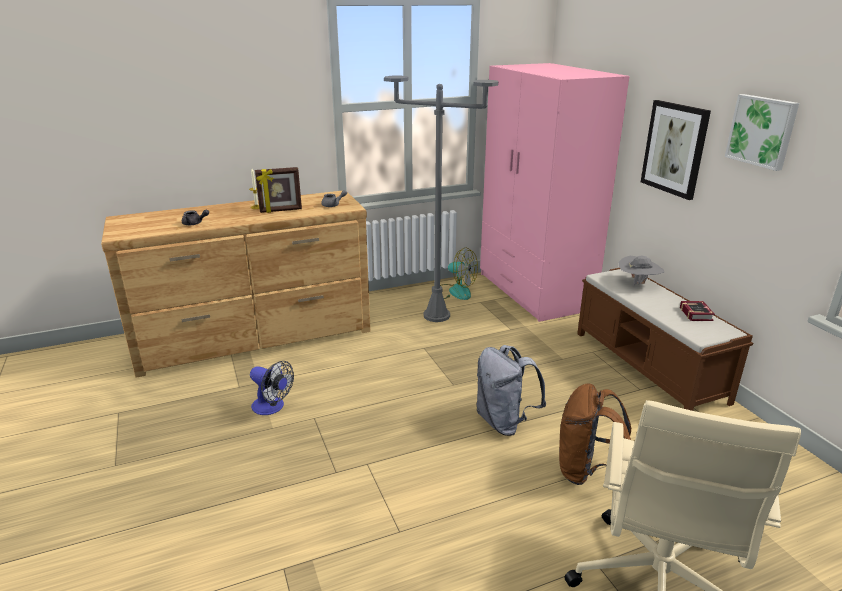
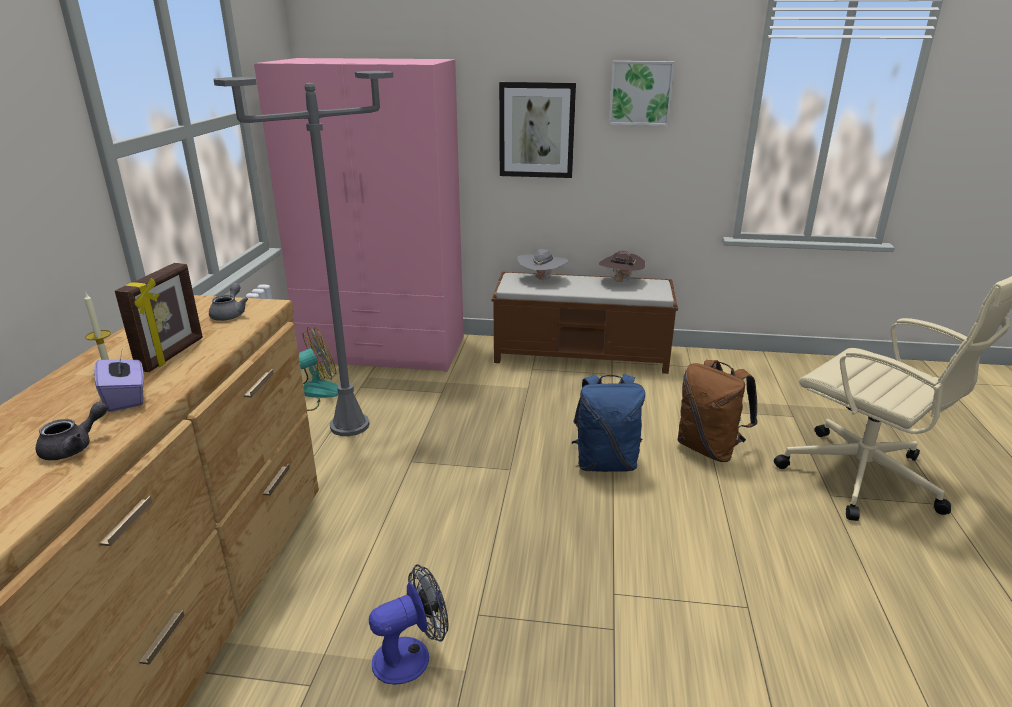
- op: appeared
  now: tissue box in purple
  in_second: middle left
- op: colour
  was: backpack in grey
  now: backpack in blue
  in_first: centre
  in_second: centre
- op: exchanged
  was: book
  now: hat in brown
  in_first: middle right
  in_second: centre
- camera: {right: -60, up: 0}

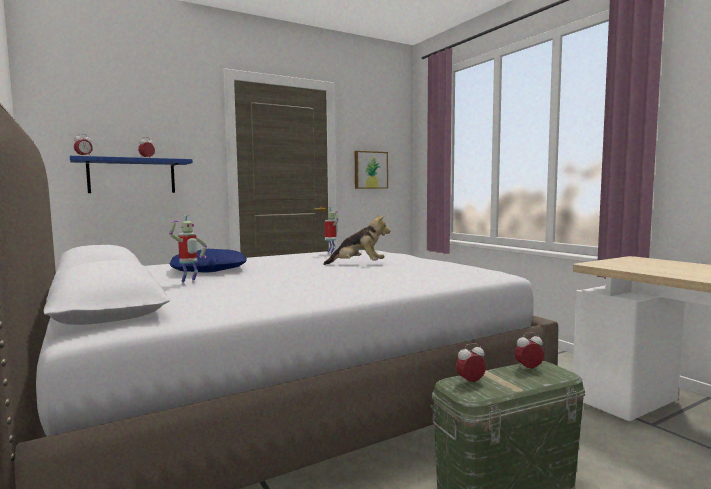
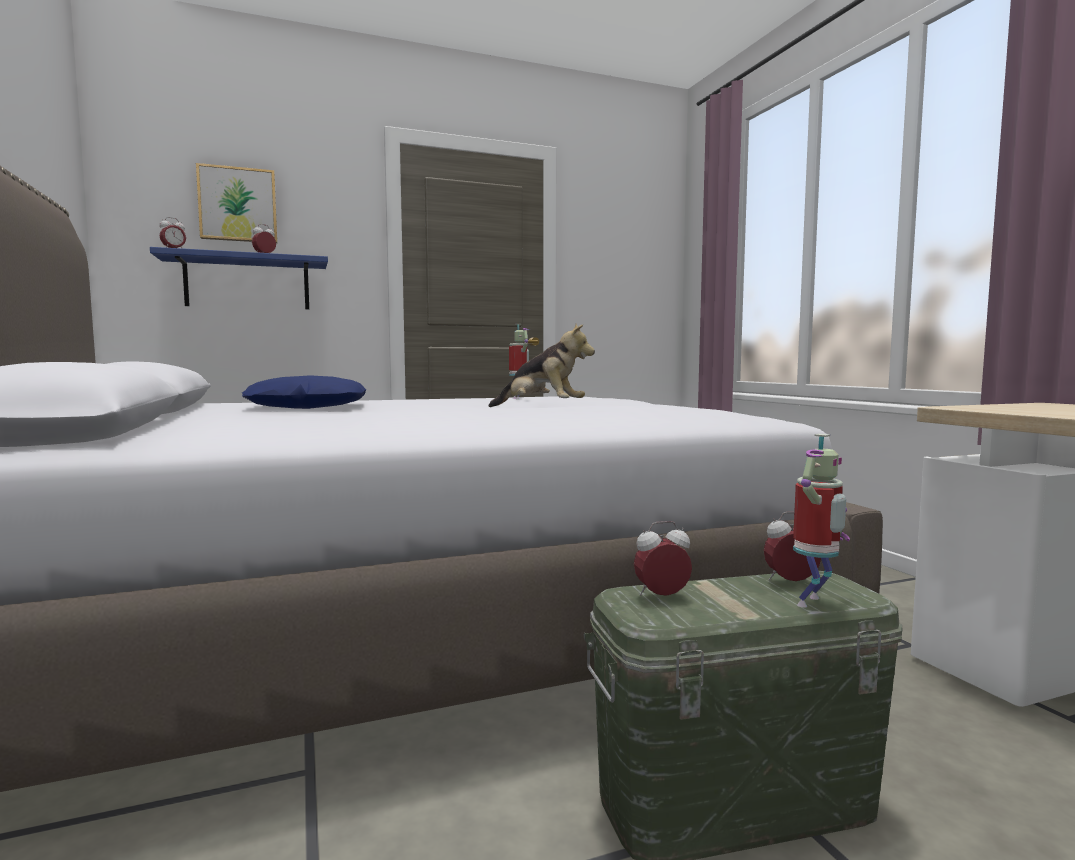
- op: relocated
  was: picture
  in_first: centre
  in_second: top left
- op: relocated
  was: toy robot (no. 1 from left in the first image)
  now: toy robot (no. 2 from left)
  in_first: middle left
  in_second: middle right
- camera: {right: 10, up: 0}

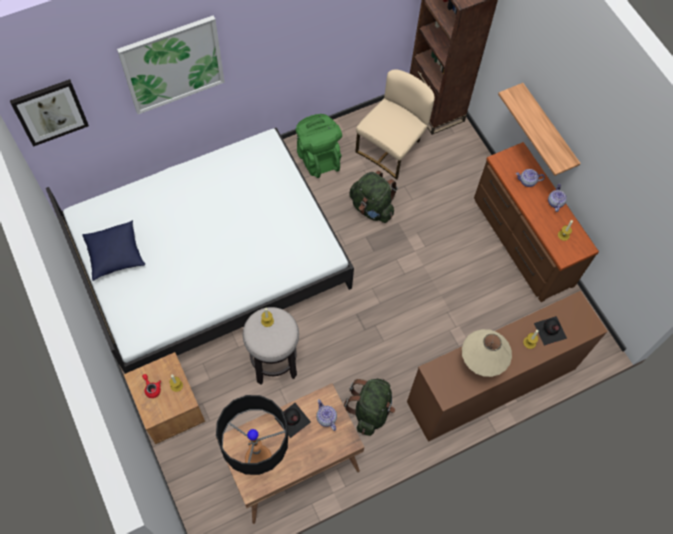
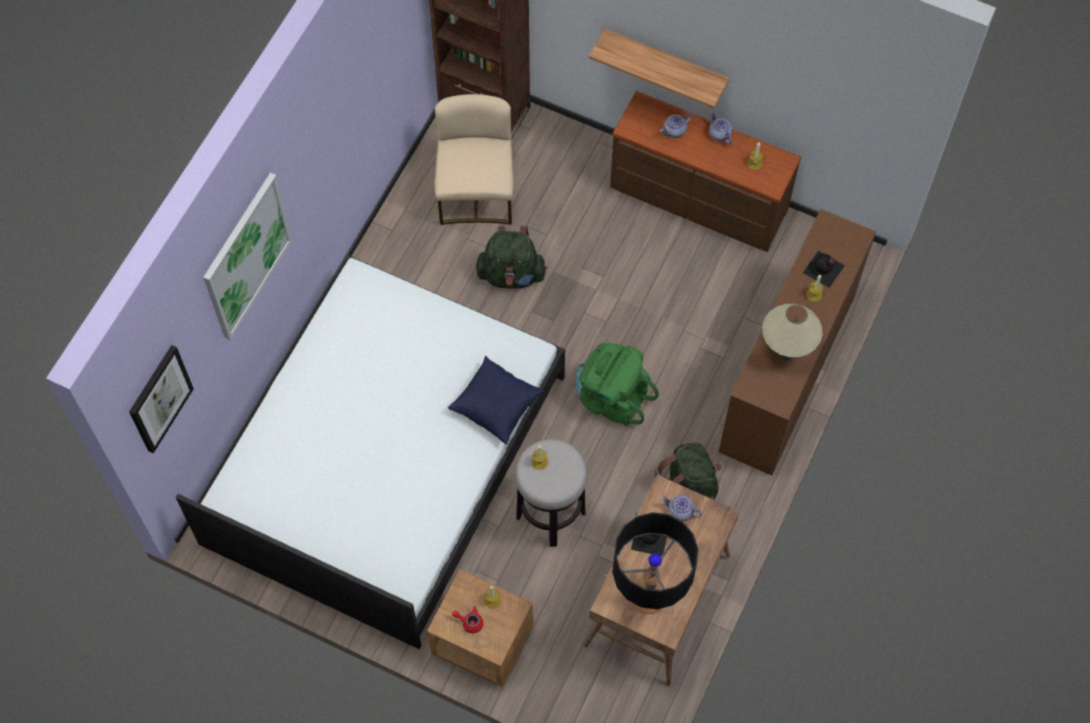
- op: relocated
  was: pillow in blue
  in_first: middle left
  in_second: centre
- op: relocated
  was: backpack in green (no. 1 from left in the first image)
  now: backpack in green (no. 2 from left)
  in_first: top centre
  in_second: centre
- camera: {right: -35, up: 0}

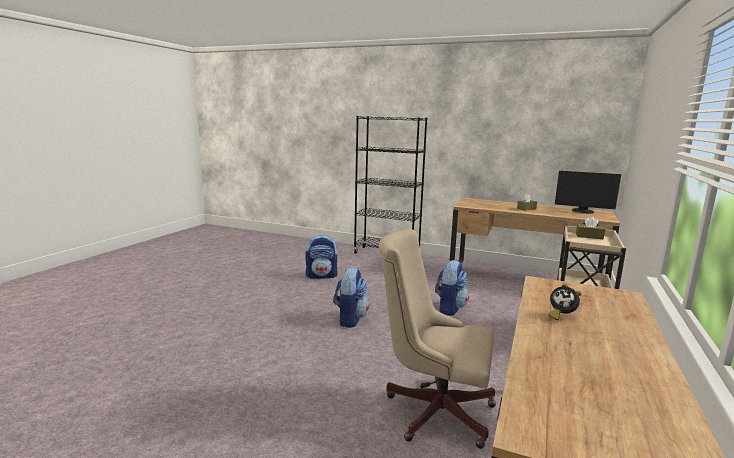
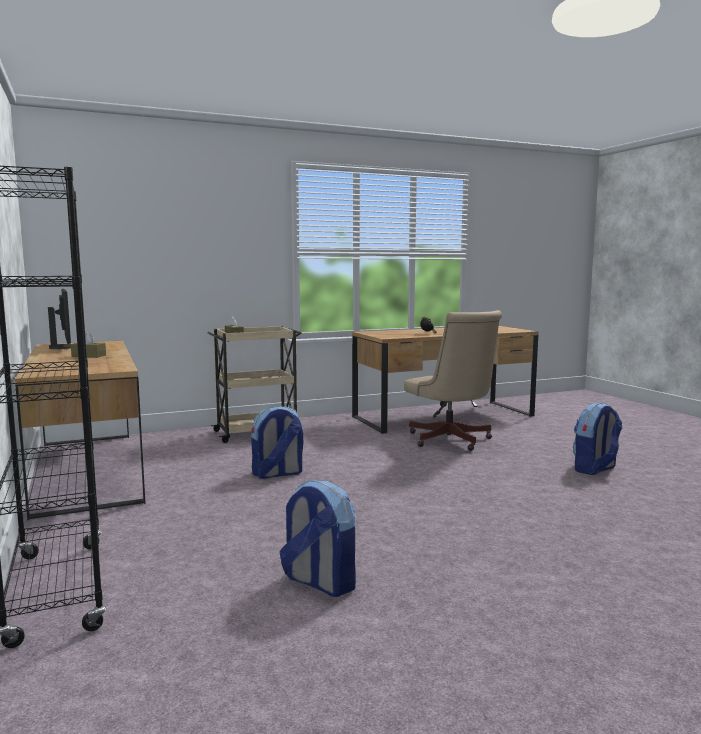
- op: relocated
  was: backpack (no. 2 from left in the first image)
  now: backpack (no. 3 from left)
  in_first: centre
  in_second: middle right
- camera: {right: -135, up: -5}

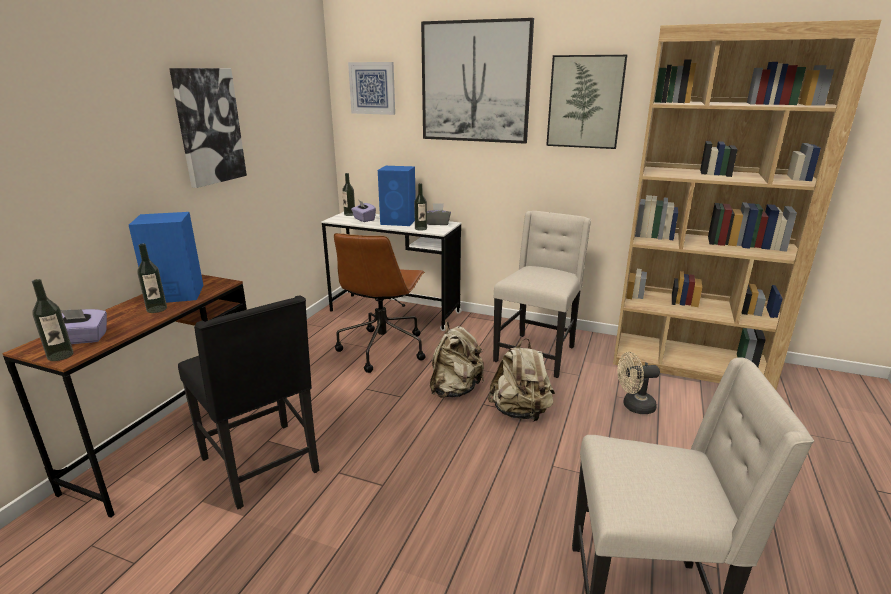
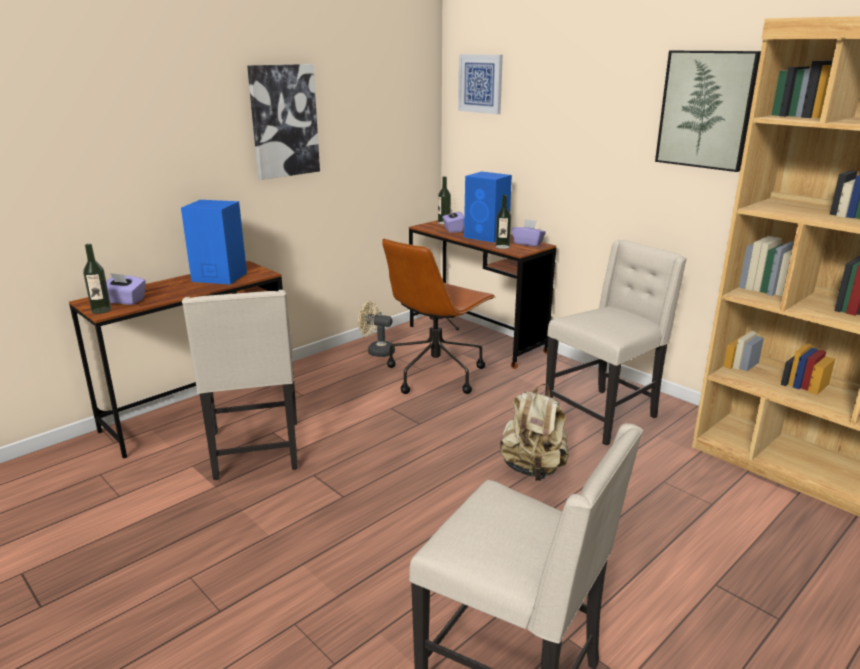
- op: colour
  was: chair in black
  now: chair in beige (no. 1 from left)
  in_first: bottom left
  in_second: middle left
- op: relocated
  was: fan in beige
  in_first: middle right
  in_second: centre
- op: colour
  was: desk in white
  now: desk in brown (no. 2 from left)
  in_first: centre
  in_second: centre
- op: colour
  was: tissue box in grey
  now: tissue box in purple (no. 3 from left)
  in_first: centre
  in_second: centre
- op: missing
  was: bottle (no. 2 from left)
  in_first: middle left
- op: missing
  was: picture (no. 3 from left)
  in_first: top centre
- op: missing
  was: backpack in beige (no. 1 from left)
  in_first: centre
- camera: {right: 25, up: 0}

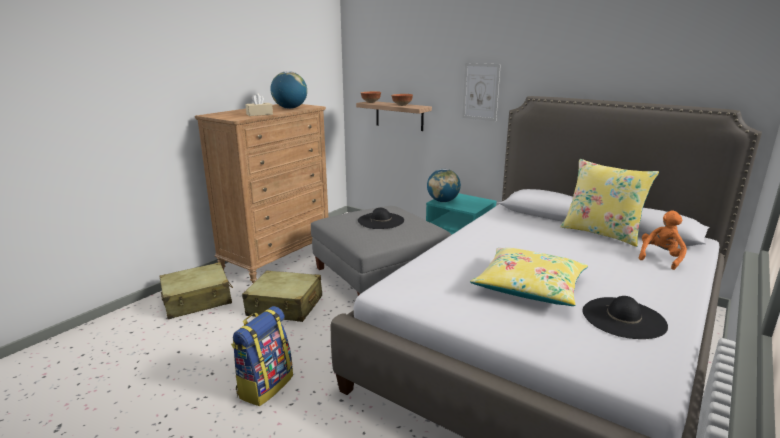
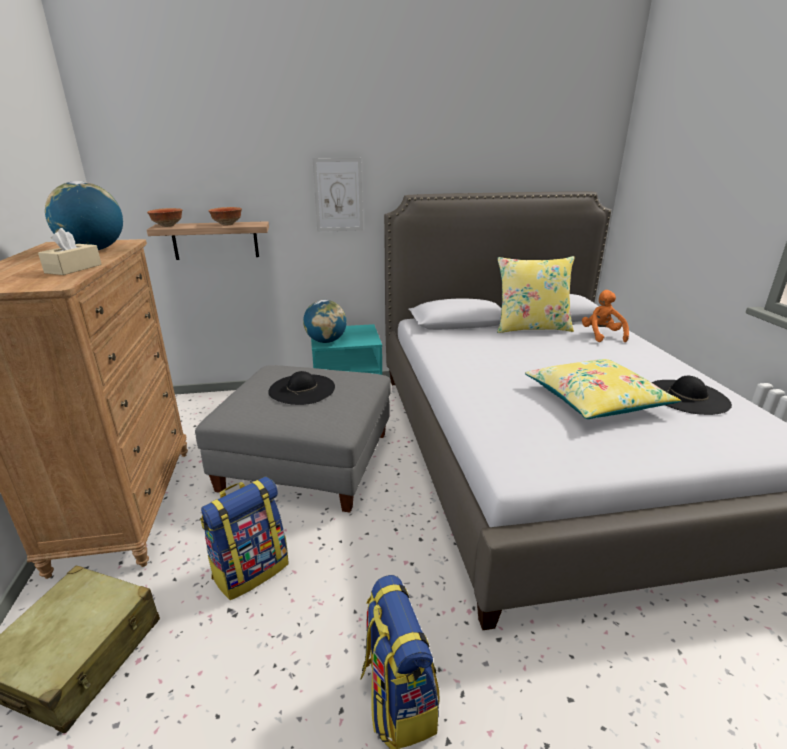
- op: exchanged
  was: suitcase in beige (no. 2 from left)
  now: backpack (no. 1 from left)
  in_first: bottom centre
  in_second: bottom left
- camera: {right: -45, up: 5}

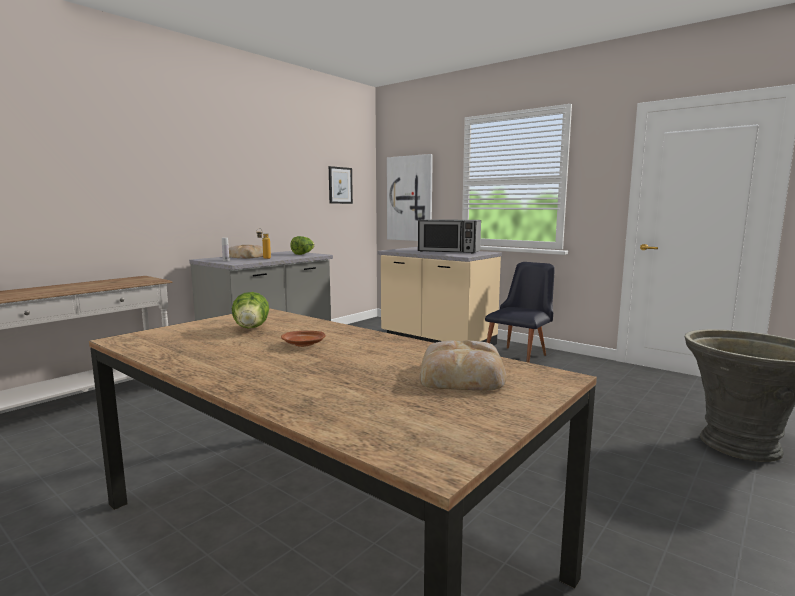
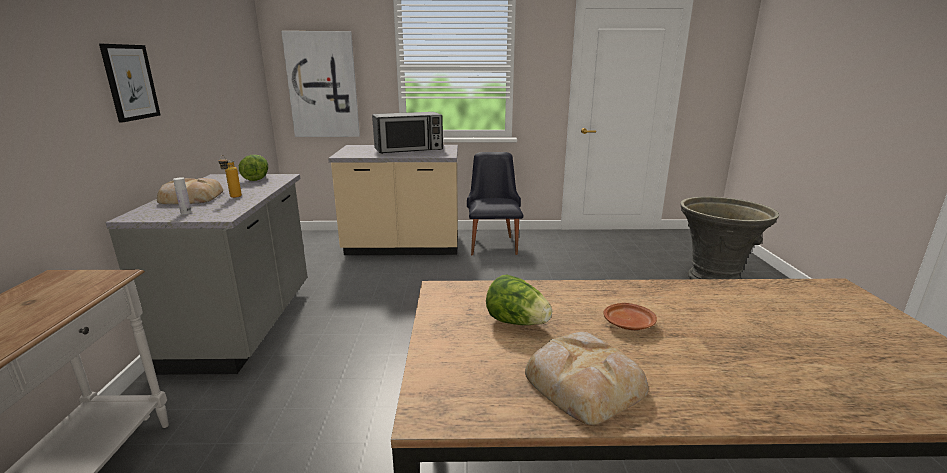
- op: relocated
  was: picture (no. 1 from left)
  in_first: top centre
  in_second: top left
- op: relocated
  was: bread (no. 2 from left)
  in_first: centre
  in_second: bottom centre
- camera: {right: -40, up: 10}

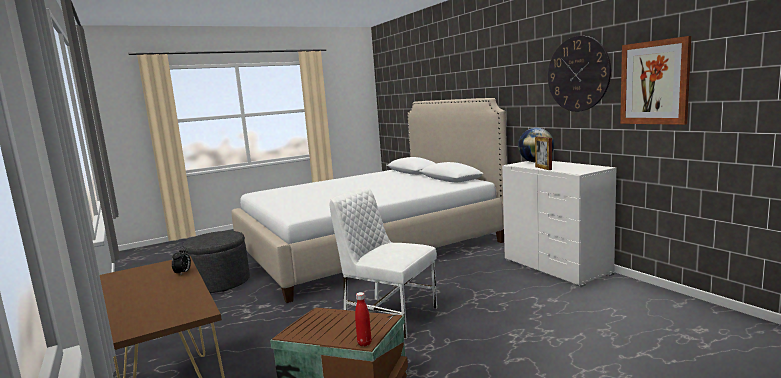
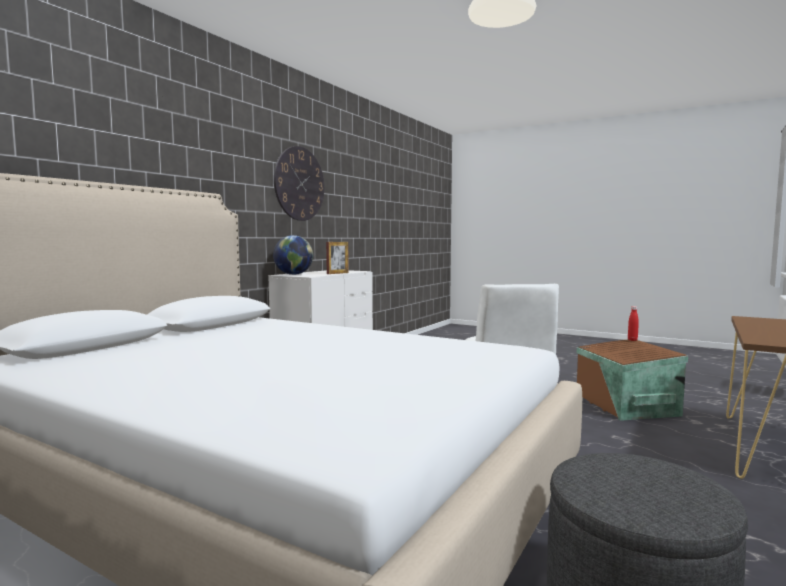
- op: missing
  was: alarm clock
  in_first: bottom left
- op: missing
  was: picture
  in_first: top right
- camera: {right: -120, up: -5}

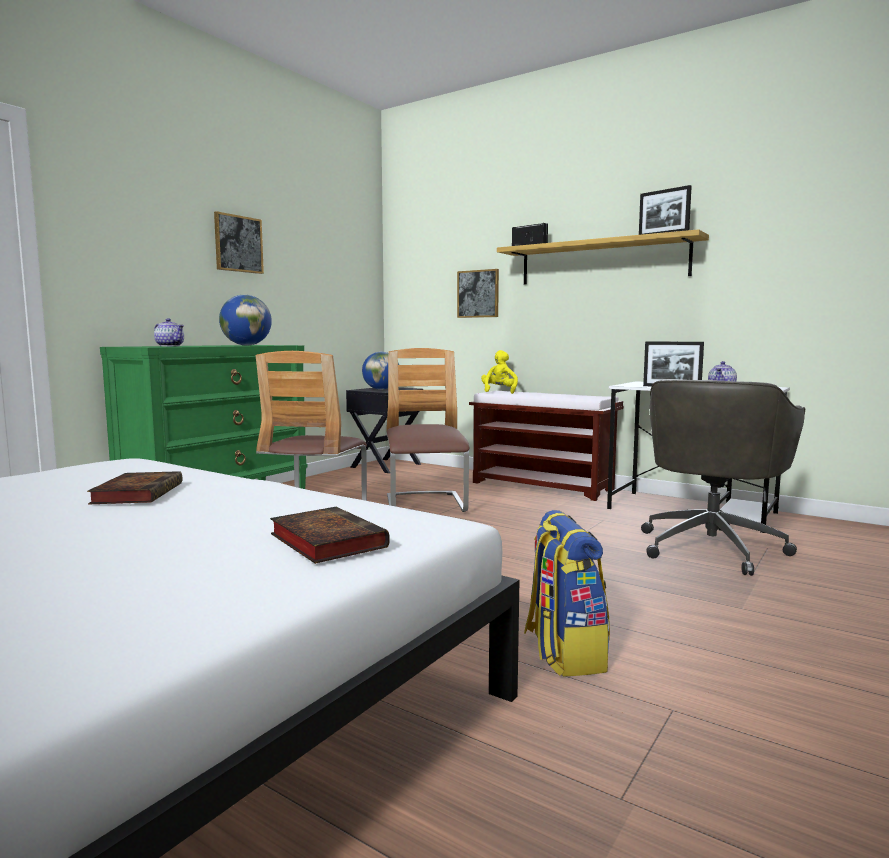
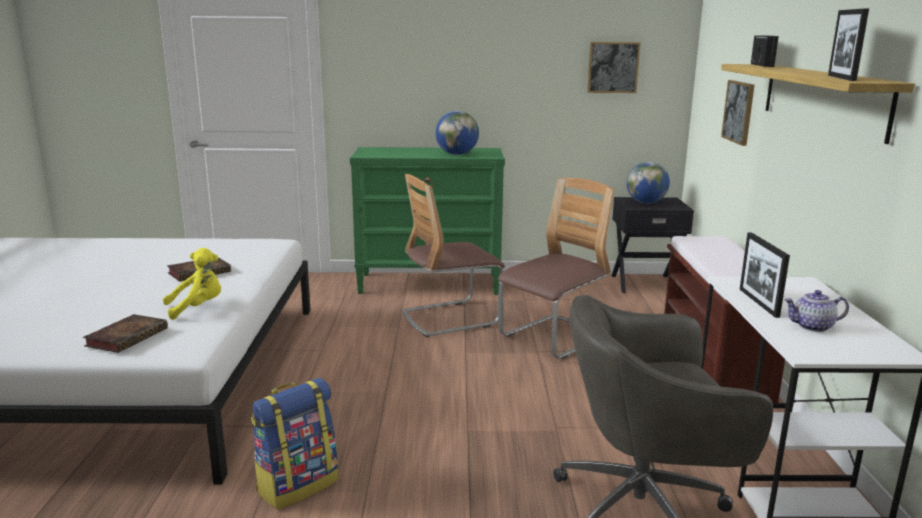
- op: relocated
  was: plush toy in yellow
  in_first: centre
  in_second: middle left
- op: relocated
  was: picture (no. 1 from left)
  in_first: top left
  in_second: top centre
- op: missing
  was: teapot (no. 1 from left)
  in_first: middle left
- camera: {right: 55, up: 10}

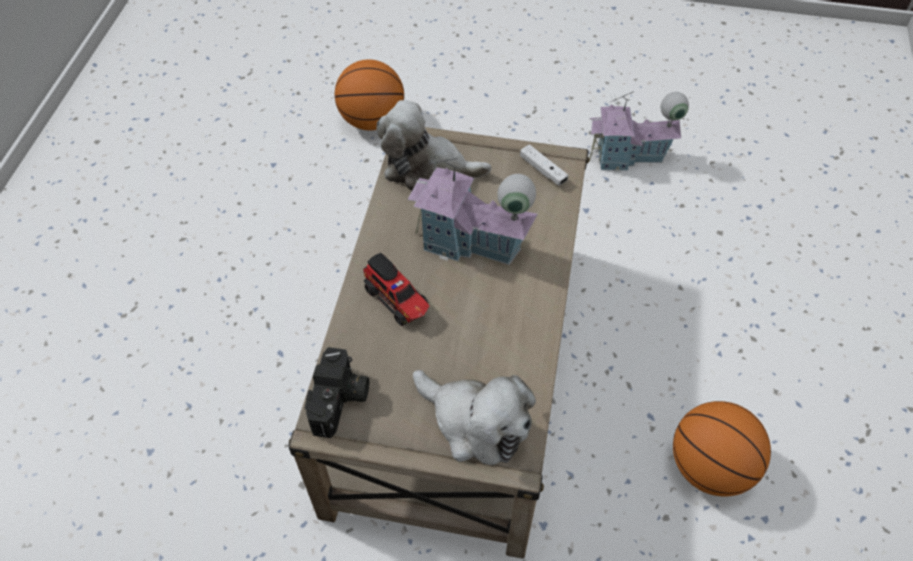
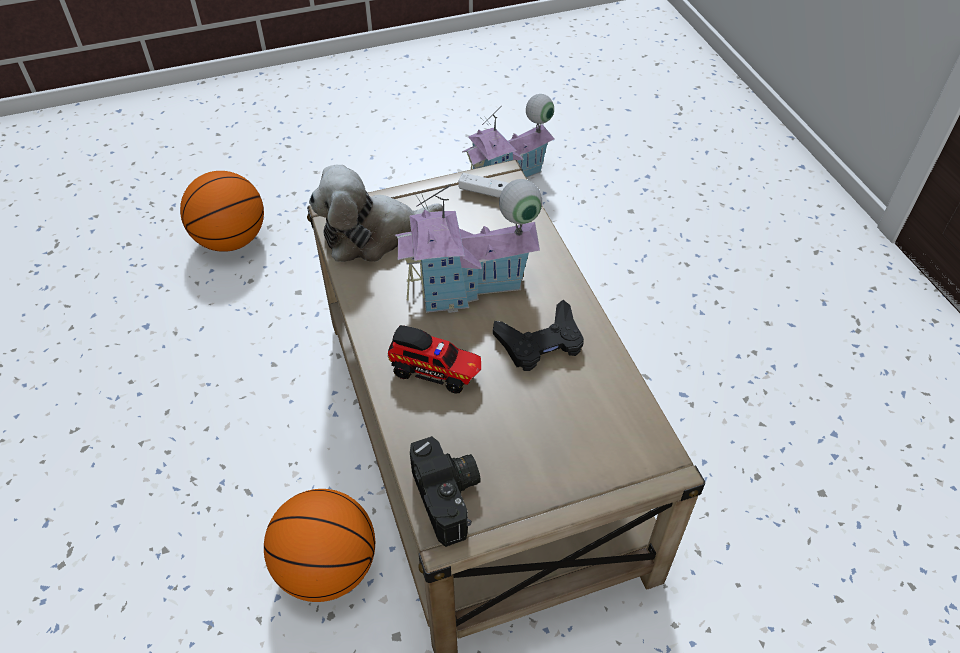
- op: relocated
  was: basketball (no. 2 from left)
  in_first: bottom right
  in_second: bottom left
- op: appeared
  now: game controller in black
  in_second: centre
- op: missing
  was: plush toy (no. 2 from left)
  in_first: bottom centre
- camera: {right: -30, up: -5}

